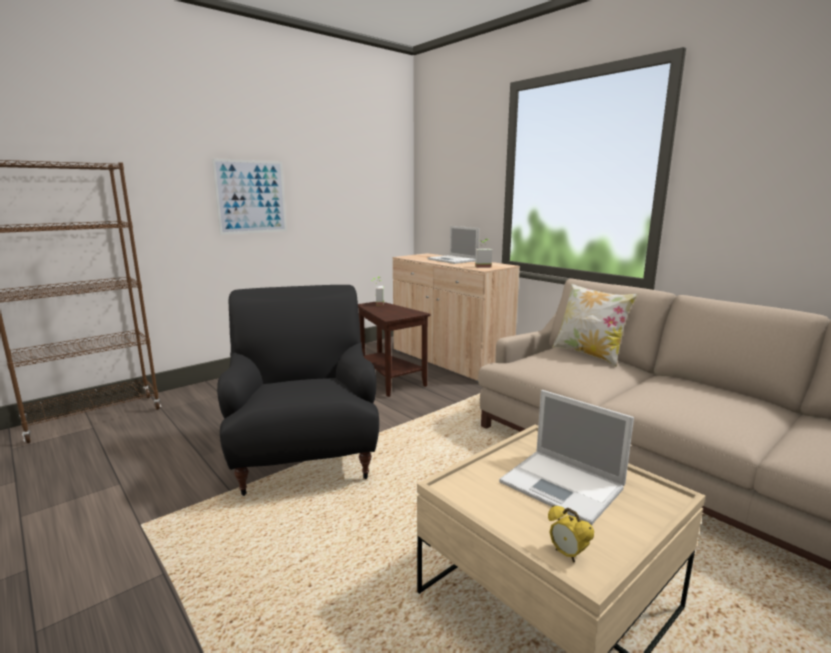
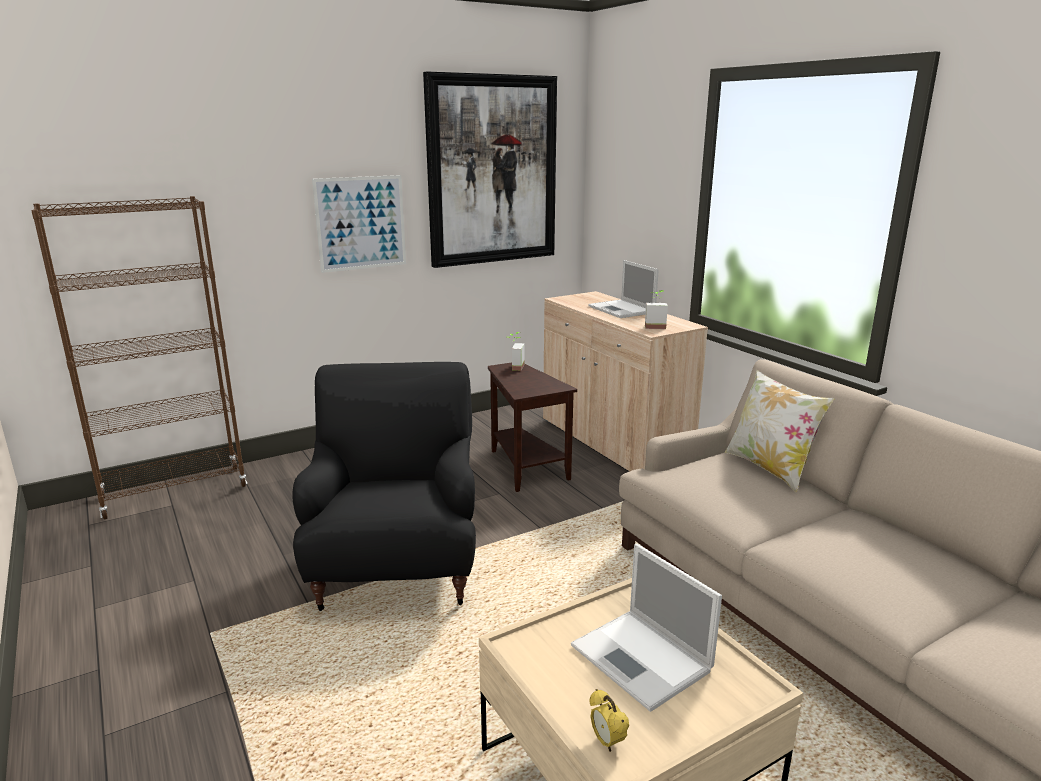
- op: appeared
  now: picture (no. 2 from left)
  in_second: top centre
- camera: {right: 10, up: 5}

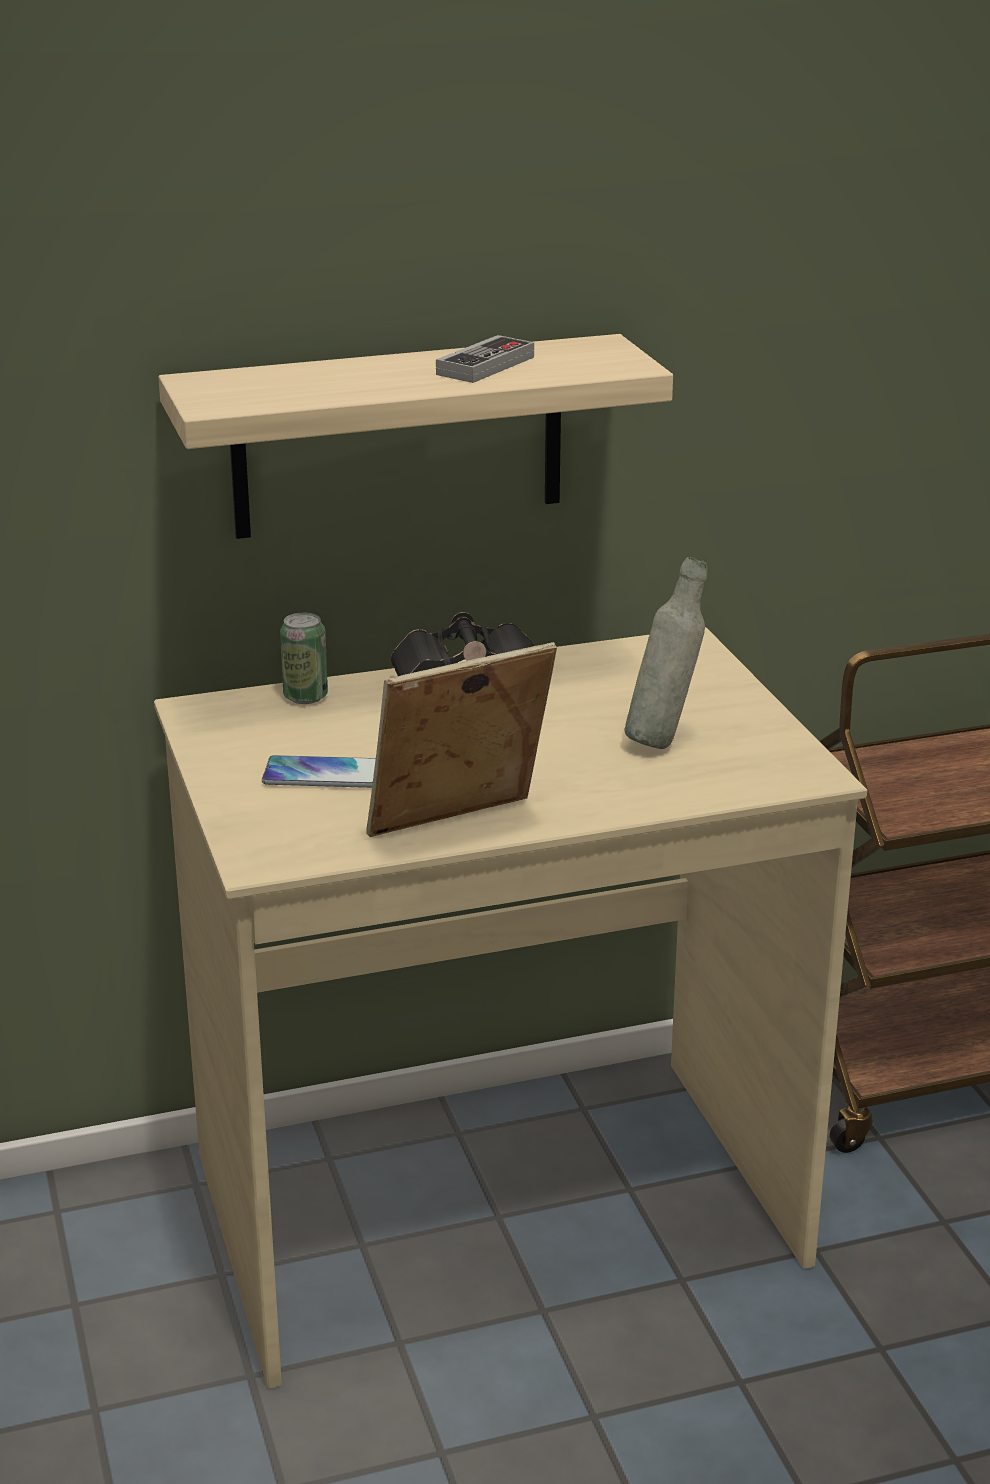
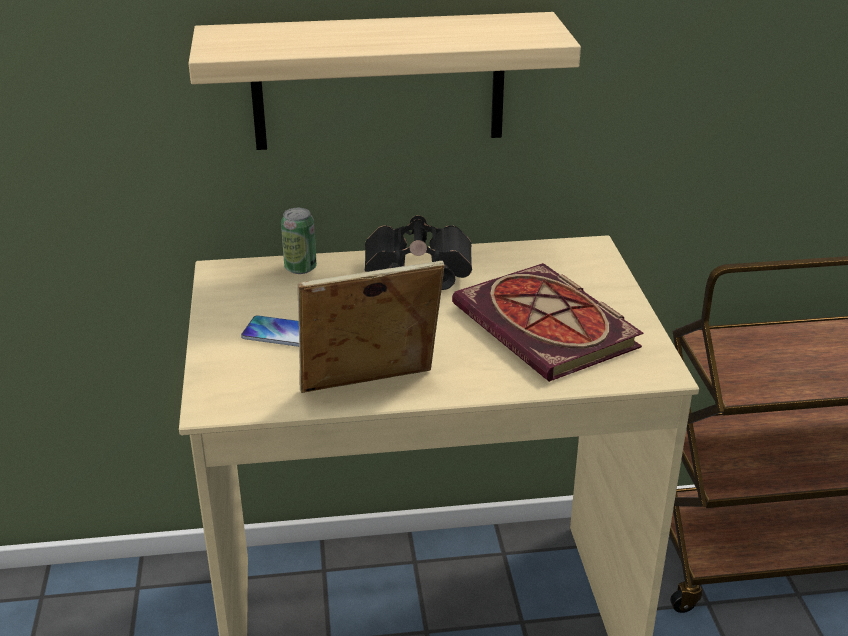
- op: exchanged
  was: bottle in grey
  now: book
  in_first: middle right
  in_second: centre
- op: missing
  was: game controller
  in_first: top centre
- camera: {right: 10, up: 5}

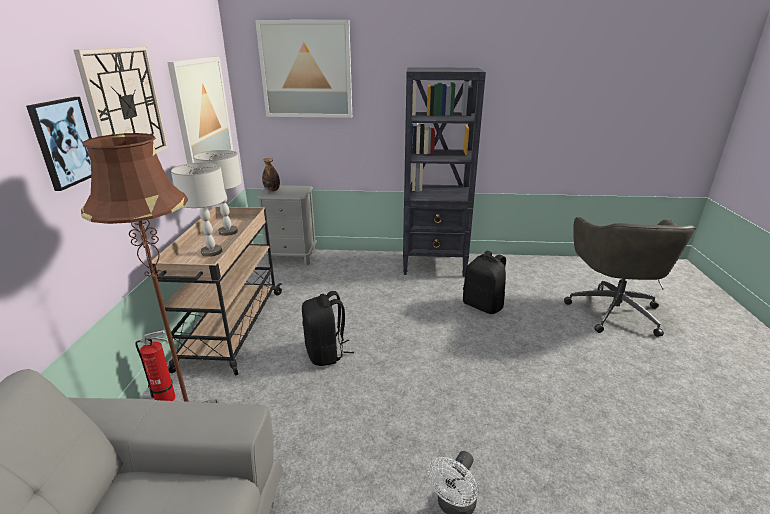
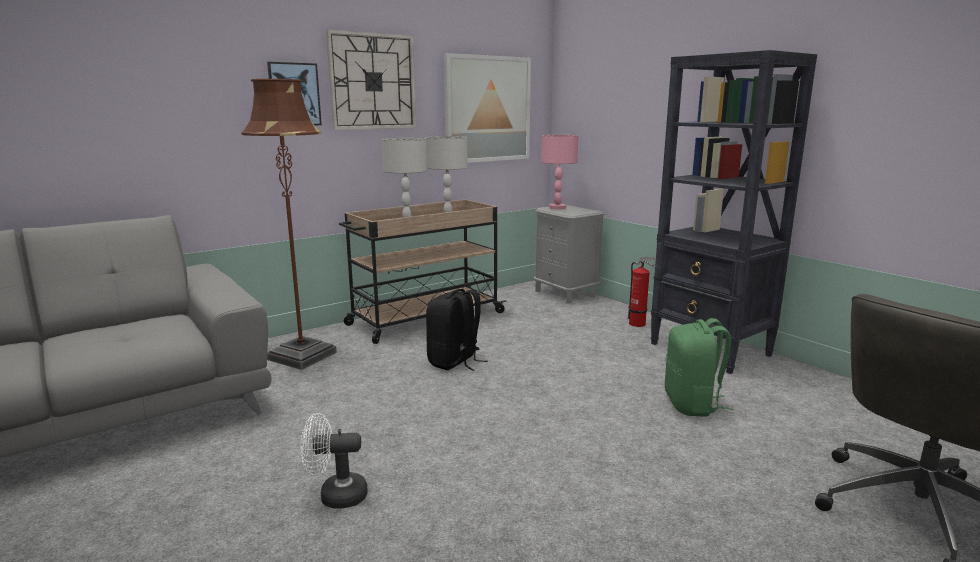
- op: exchanged
  was: bottle
  now: table lamp in pink
  in_first: centre
  in_second: top centre
- op: relocated
  was: fire extinguisher
  in_first: bottom left
  in_second: centre
- op: colour
  was: backpack in black (no. 2 from left)
  now: backpack in green
  in_first: centre
  in_second: middle right
- op: missing
  was: picture (no. 3 from left)
  in_first: top centre
- camera: {right: 50, up: -10}

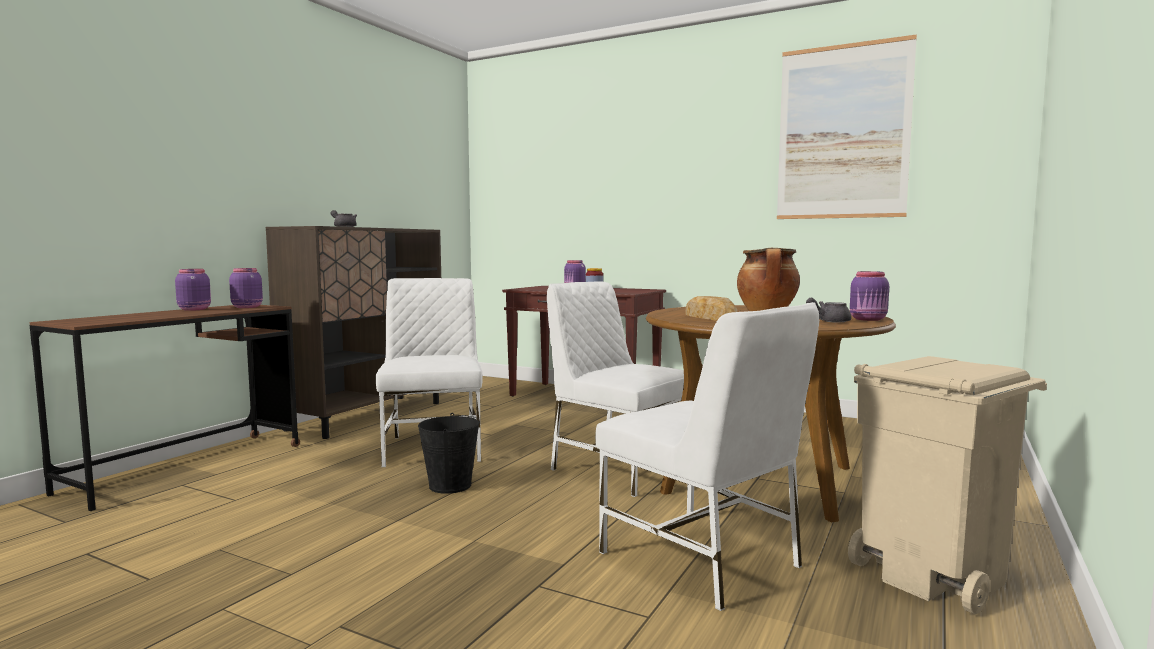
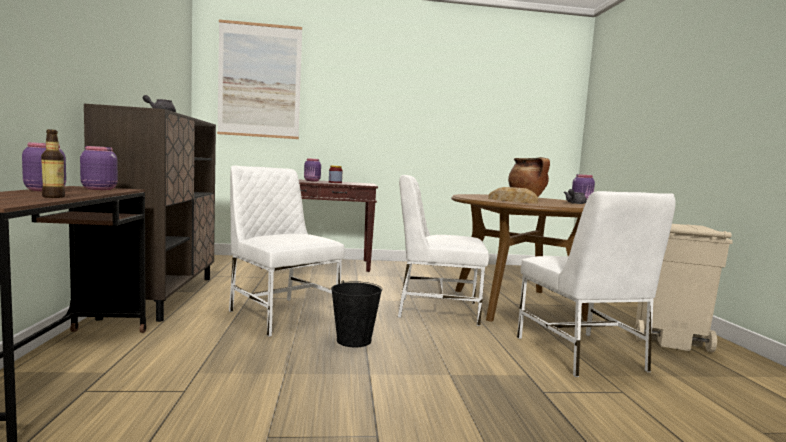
- op: appeared
  now: bottle
  in_second: middle left
- op: relocated
  was: picture
  in_first: top right
  in_second: top left
- op: spun
  was: chair in white (no. 3 from left)
  in_first: bottom centre
  in_second: middle right
  clockwise: 60
- camera: {right: -35, up: 0}

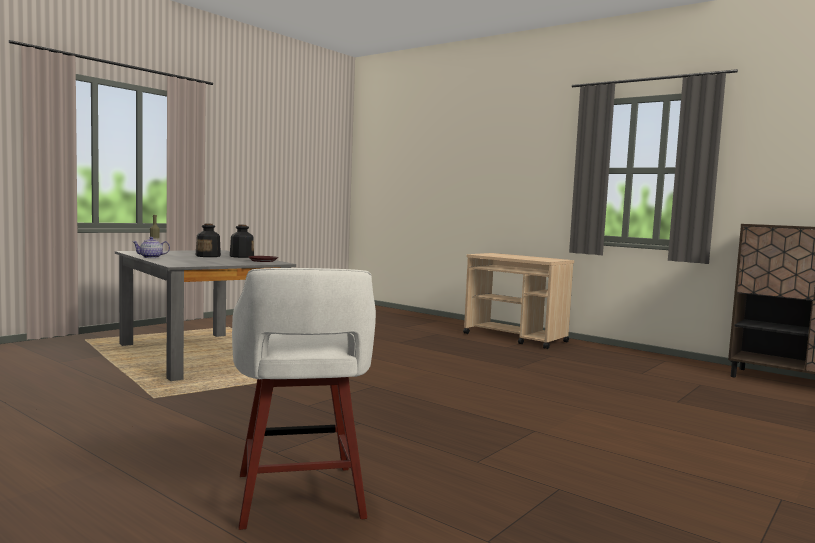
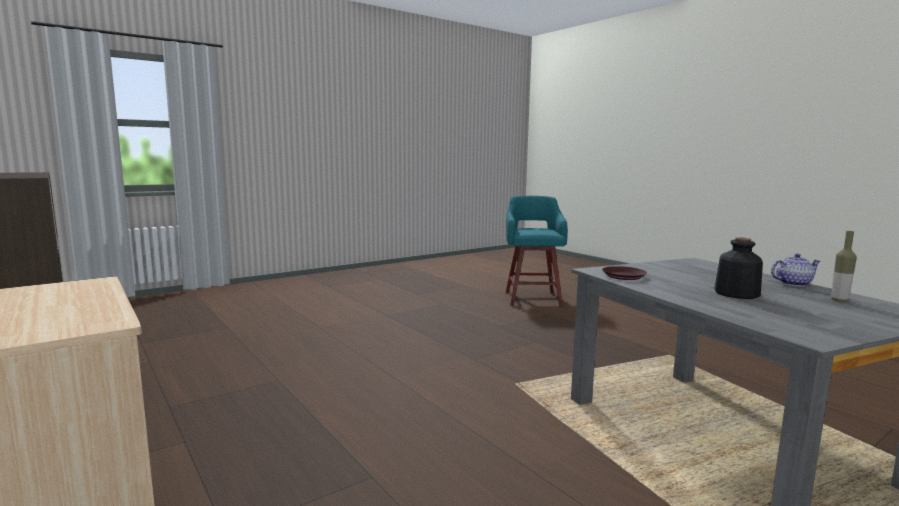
- op: colour
  was: stool in white
  now: stool in turquoise
  in_first: bottom centre
  in_second: centre
- op: missing
  was: bottle (no. 3 from left)
  in_first: middle left
- camera: {right: -165, up: 5}

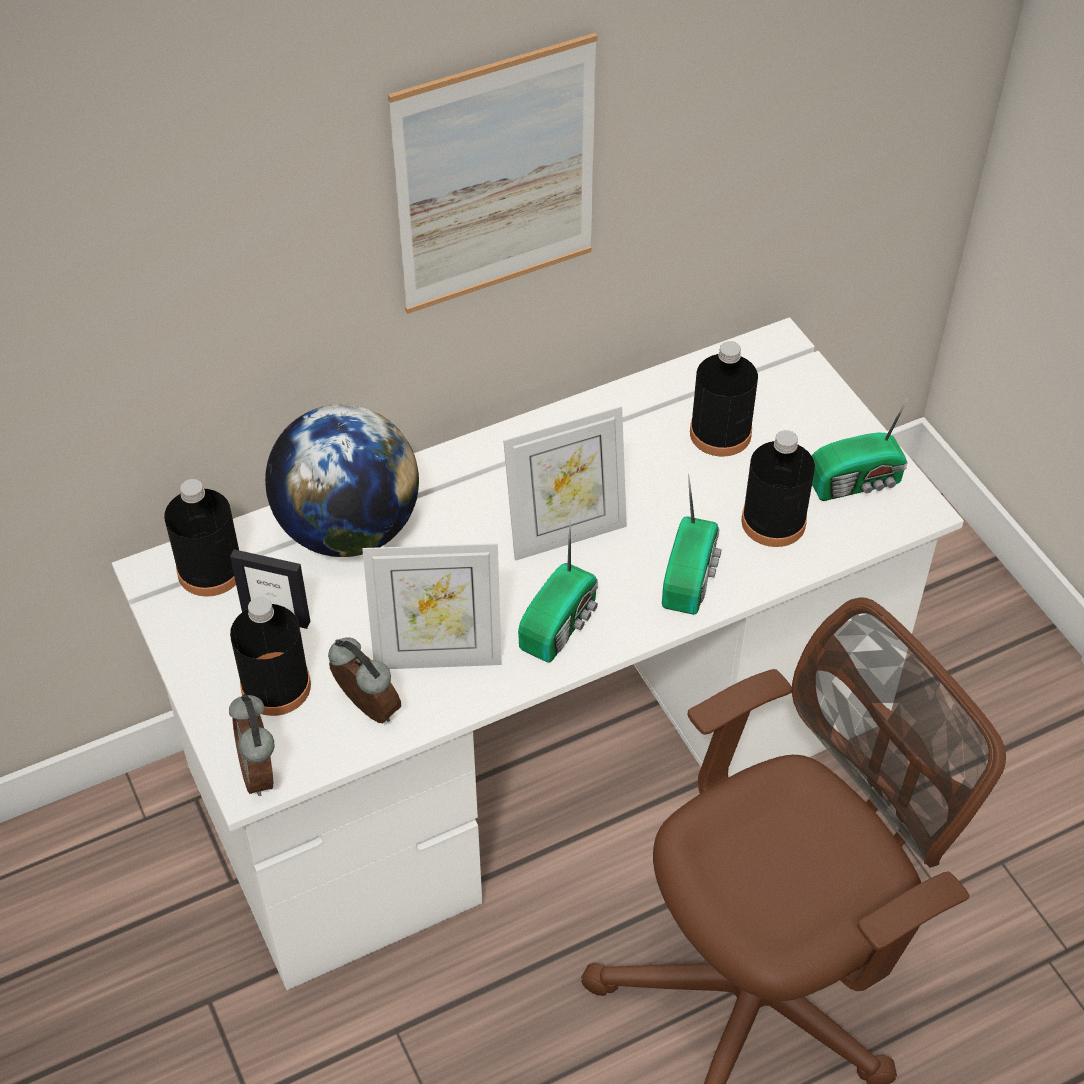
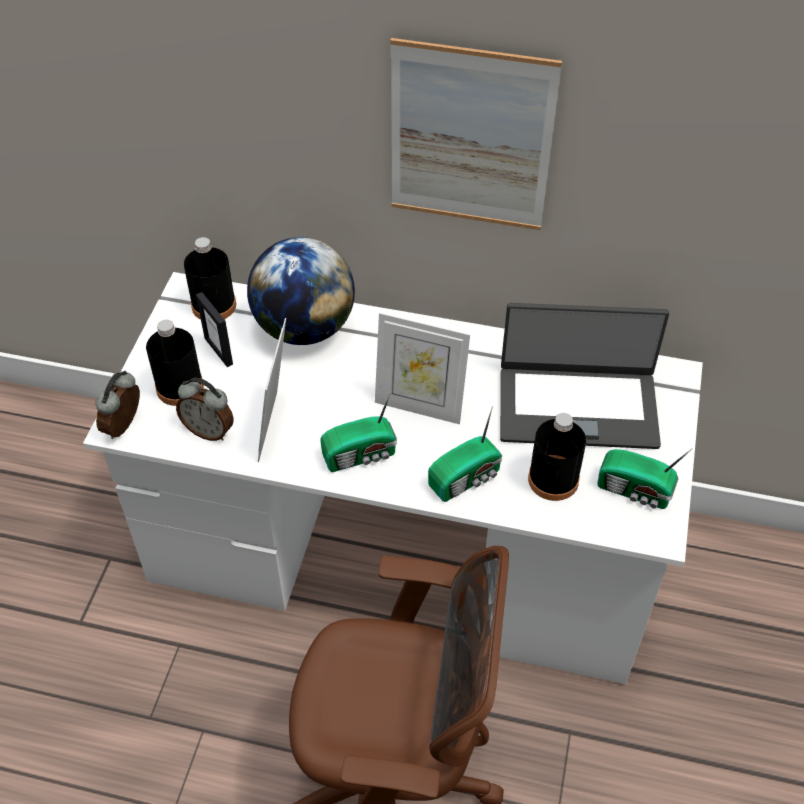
- op: spun
  was: alarm clock (no. 2 from left)
  in_first: centre
  in_second: middle left
  clockwise: 120
- op: spun
  was: picture frame (no. 2 from left)
  in_first: centre
  in_second: centre
  clockwise: 60
- op: exchanged
  was: bottle in black (no. 3 from left)
  now: laptop
  in_first: middle right
  in_second: middle right
- camera: {right: 40, up: 0}

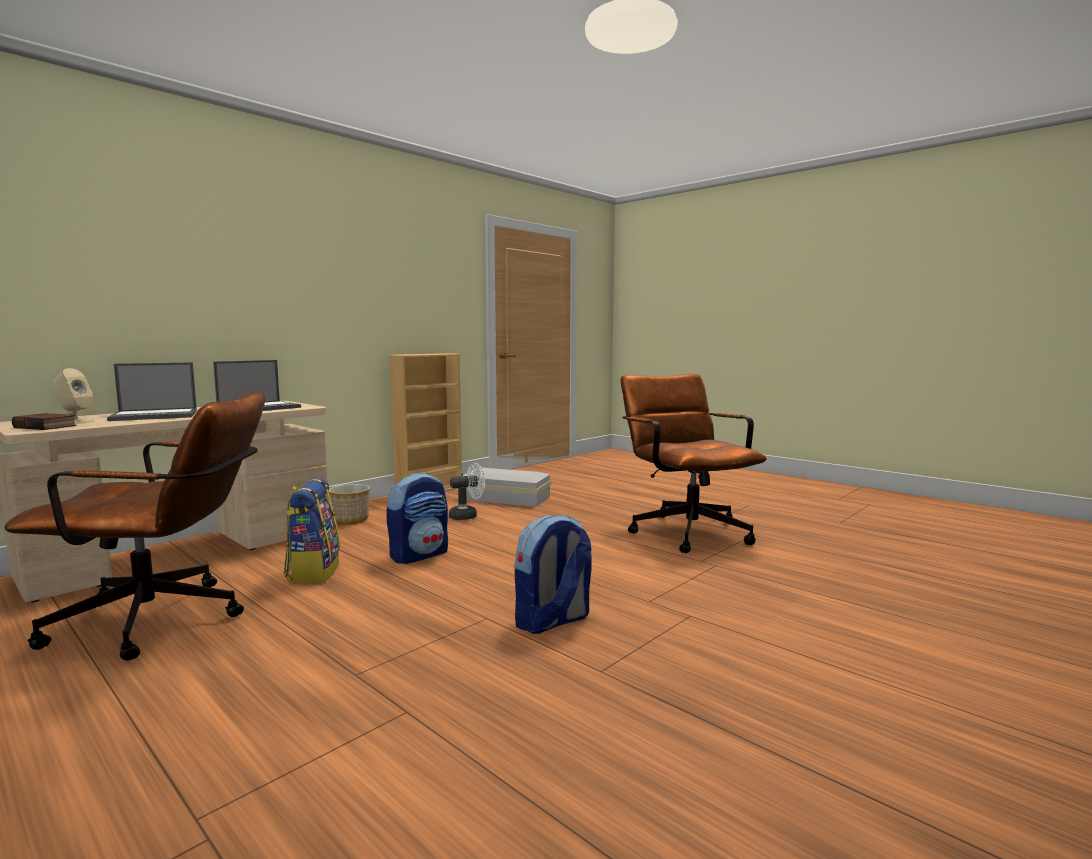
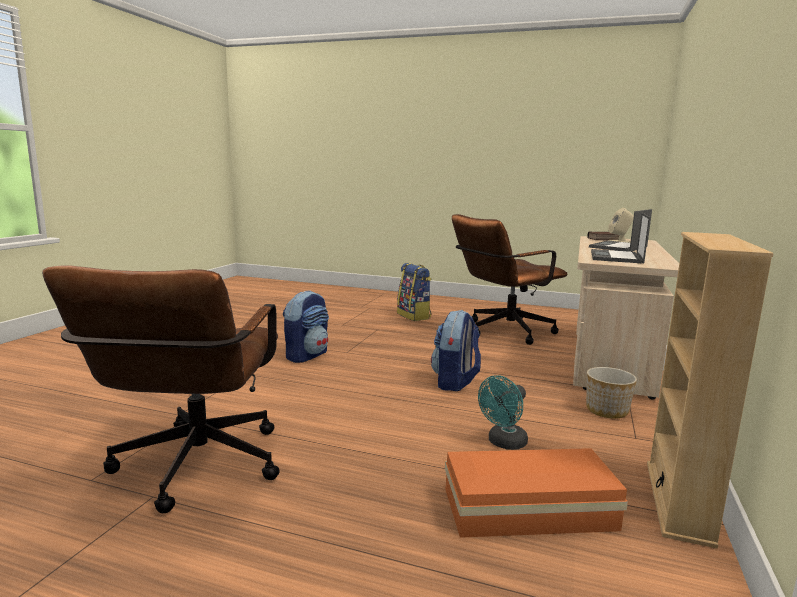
- op: spun
  was: office chair in brown (no. 2 from left in the first image)
  in_first: centre
  in_second: middle left
  clockwise: 45
- op: relocated
  was: backpack (no. 1 from left in the first image)
  now: backpack (no. 2 from left)
  in_first: middle left
  in_second: centre
- op: colour
  was: storage box in white
  now: storage box in orange
  in_first: centre
  in_second: bottom right
- op: colour
  was: fan in white
  now: fan in turquoise
  in_first: centre
  in_second: bottom centre
- camera: {right: 155, up: 5}

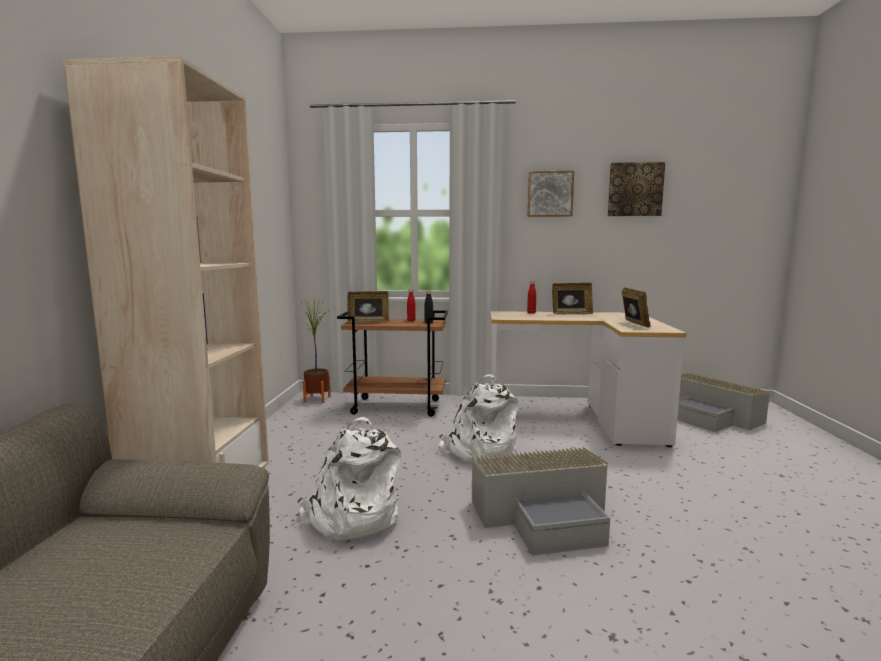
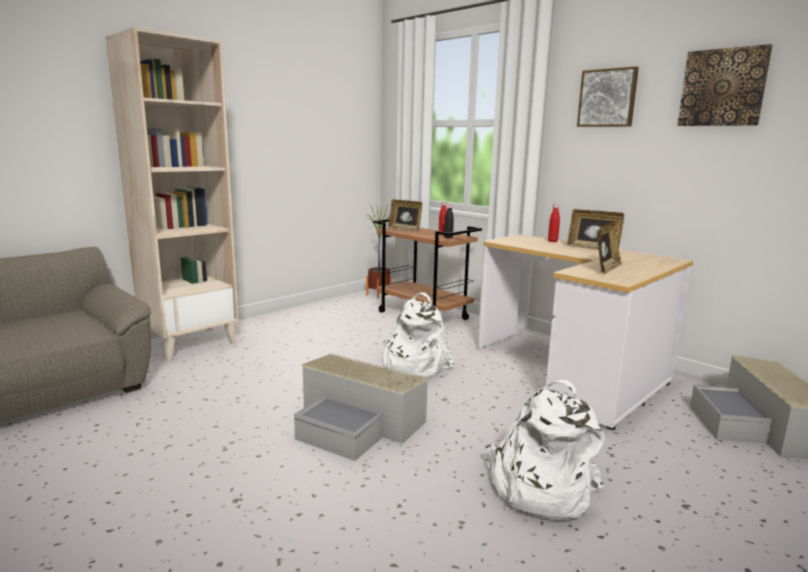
- op: relocated
  was: backpack in white (no. 1 from left in the first image)
  now: backpack in white (no. 2 from left)
  in_first: bottom centre
  in_second: bottom right
- camera: {right: 40, up: 5}

